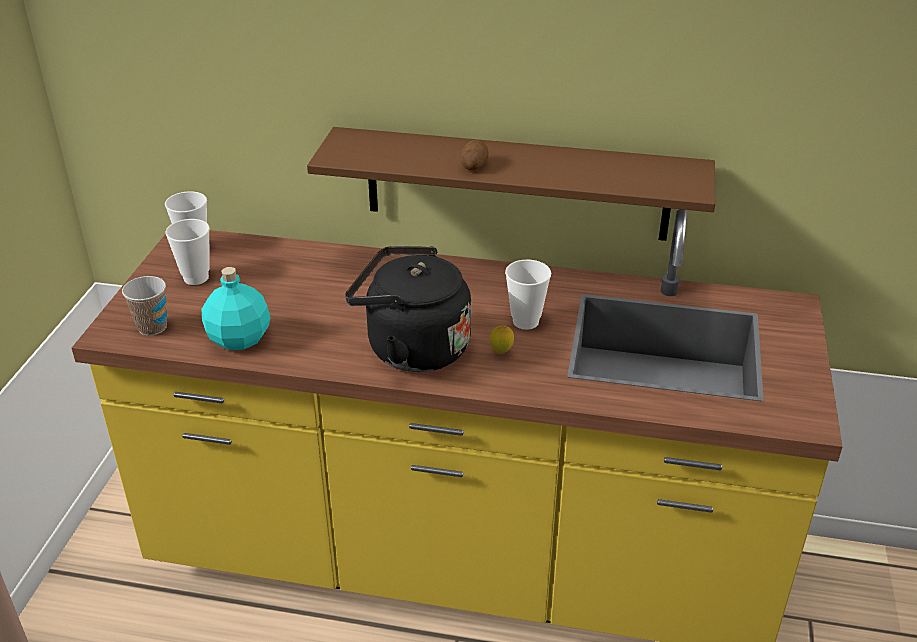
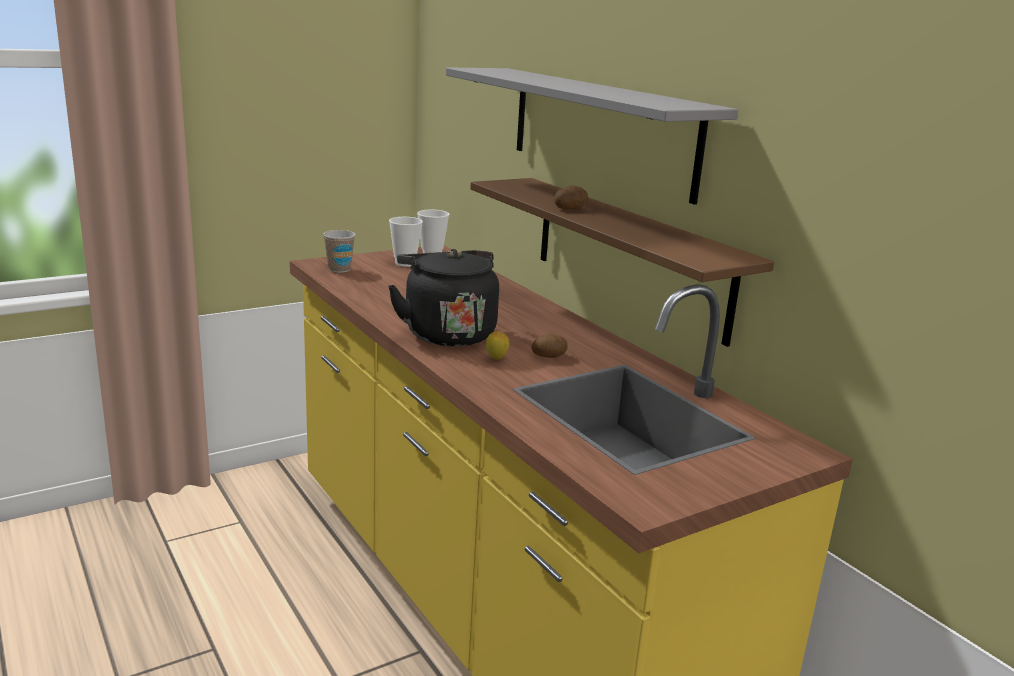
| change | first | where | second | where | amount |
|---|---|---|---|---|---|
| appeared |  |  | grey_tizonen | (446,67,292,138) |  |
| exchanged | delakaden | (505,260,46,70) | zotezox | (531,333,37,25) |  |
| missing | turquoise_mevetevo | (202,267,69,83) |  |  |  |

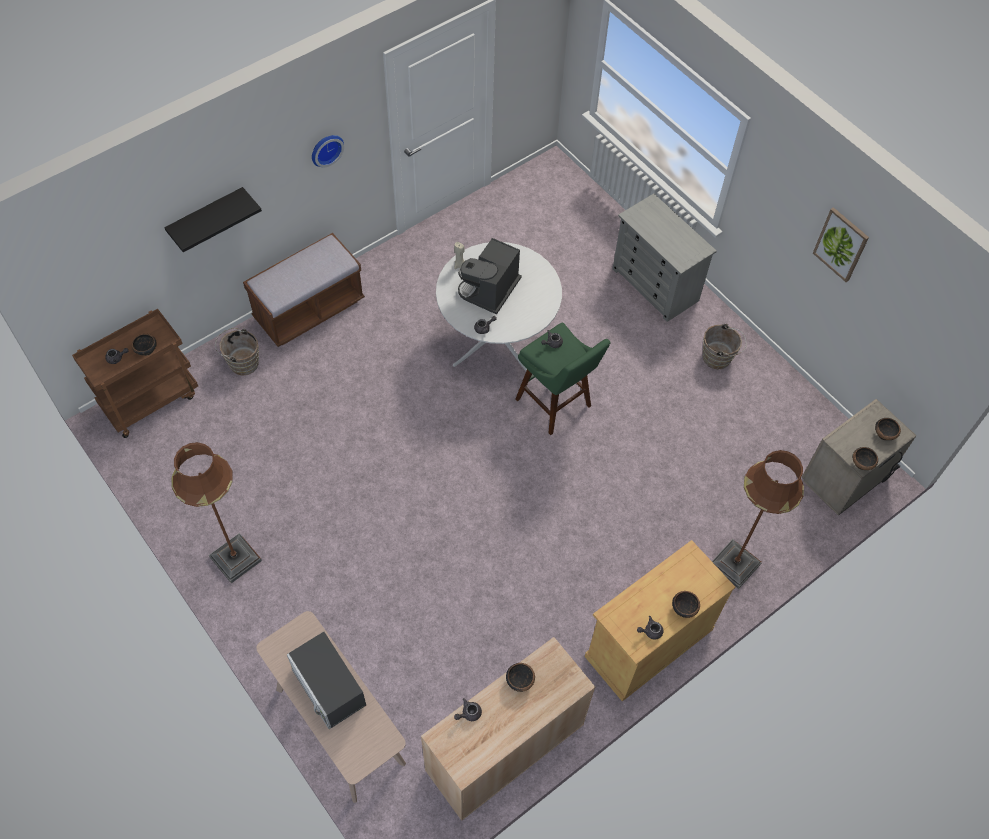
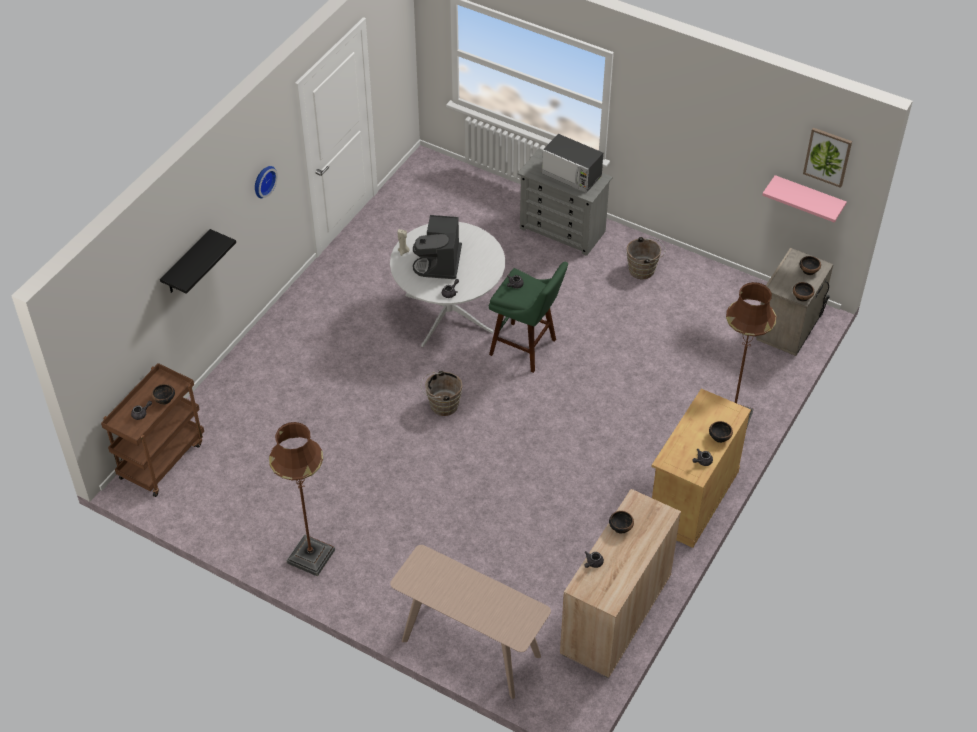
| change | first | where | second | where | amount |
|---|---|---|---|---|---|
| relocated | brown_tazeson | (215,328,44,48) |  | (421,370,42,46) |  |
| relocated | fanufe | (287,632,79,97) |  | (542,134,61,59) |  |
| appeared |  |  | pink_tizonen | (762,175,85,48) |  |
| relocated | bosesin | (813,207,56,75) |  | (803,128,49,60) |  |
| missing | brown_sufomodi | (243,233,122,114) |  |  |  |

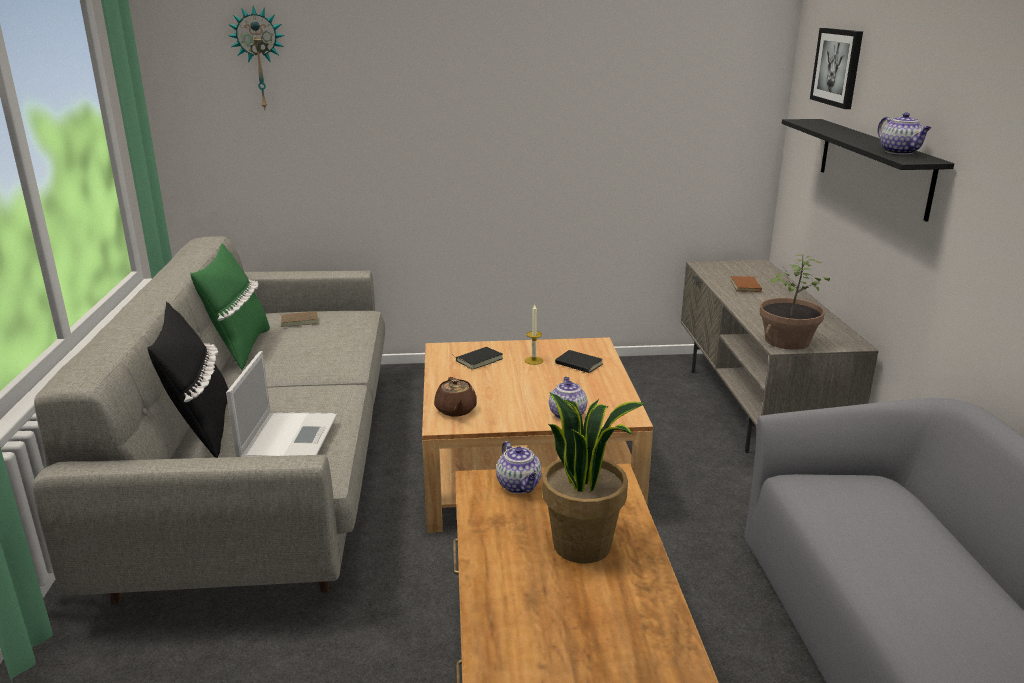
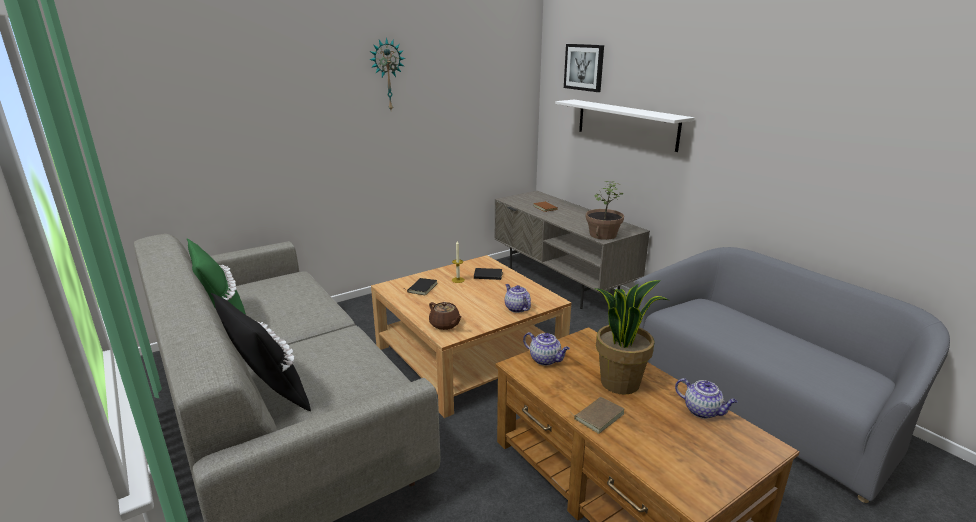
| change | first | where | second | where | amount |
|---|---|---|---|---|---|
| relocated | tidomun | (228,6,57,104) |  | (369,37,36,73) |  |
| colour | black_tizonen | (782,119,172,103) | white_tizonen | (555,100,139,52) |  |
| relocated | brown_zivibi | (279,311,39,16) |  | (568,397,56,37) |  |
| relocated | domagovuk | (878,112,53,43) |  | (675,378,63,41) |  |
| missing | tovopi | (226,351,111,106) |  |  |  |

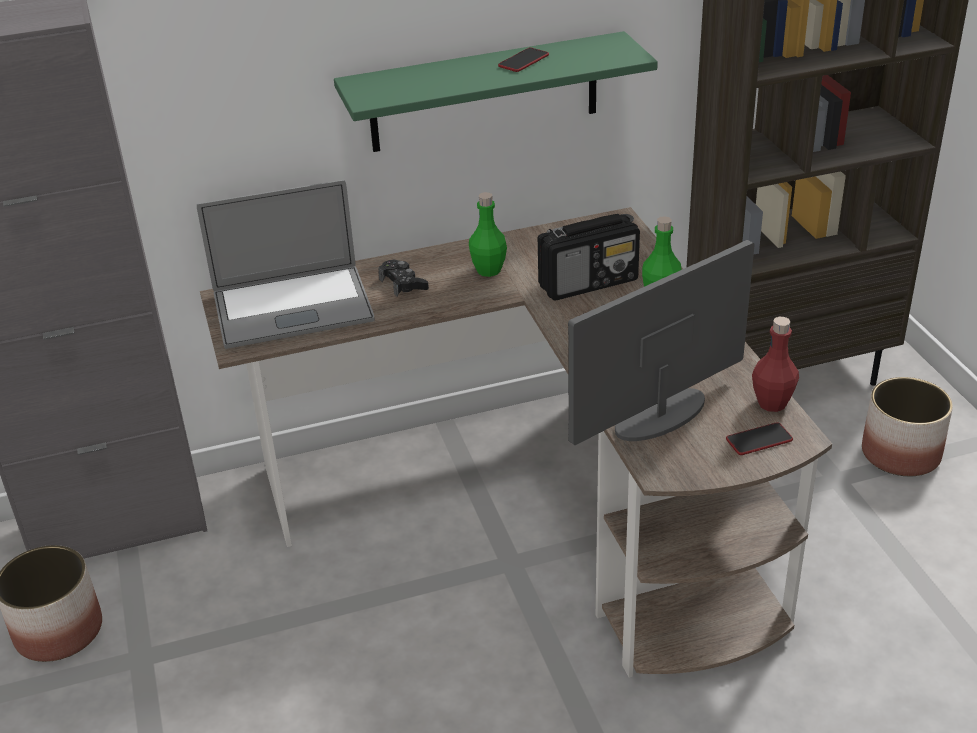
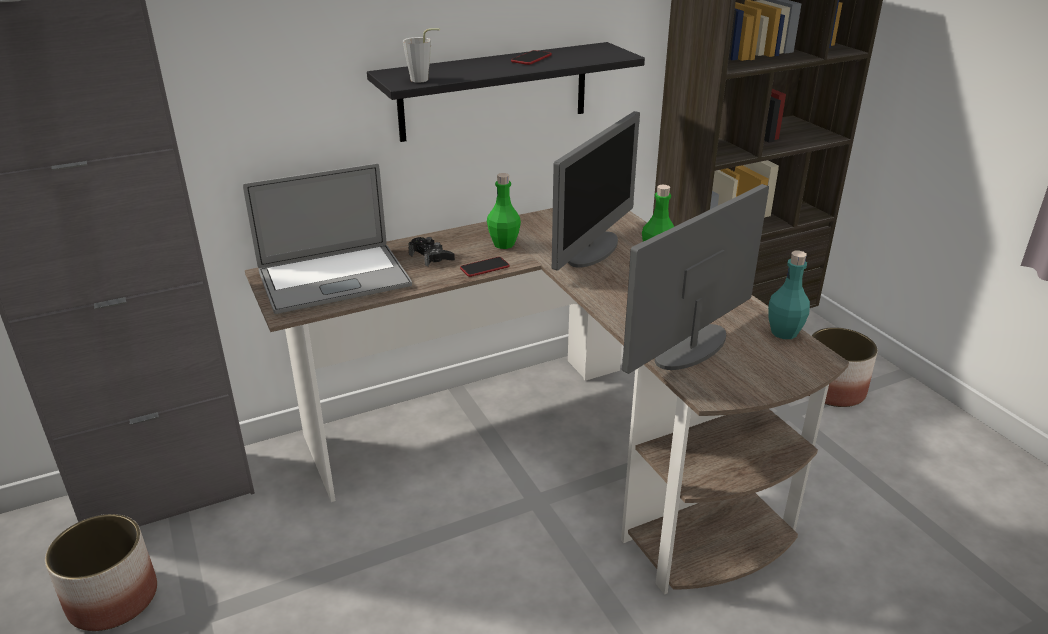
| change | first | where | second | where | amount |
|---|---|---|---|---|---|
| colour | green_tizonen | (334,31,324,121) | black_tizonen | (367,42,278,100) |  |
| appeared |  |  | grey_delakaden | (403,28,37,55) |  |
| relocated | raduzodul | (726,422,67,33) |  | (460,257,50,20) |  |
| exchanged | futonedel | (538,214,102,87) | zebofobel | (552,111,88,160) |  |
| colour | red_mevetevo | (752,317,47,95) | turquoise_mevetevo | (768,251,42,88) |  |

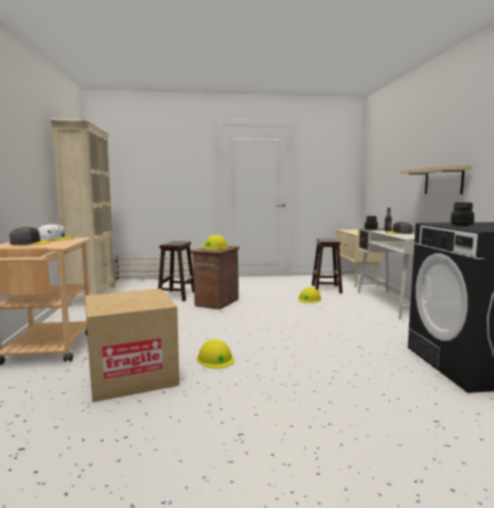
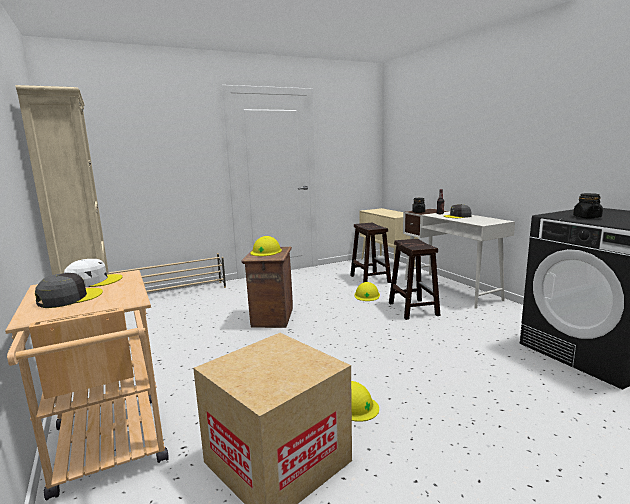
| change | first | where | second | where | amount |
|---|---|---|---|---|---|
| relocated | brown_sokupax | (158,241,36,60) |  | (389,239,52,81) |  |
| missing | beige_tizonen | (400,165,72,29) |  |  |  |

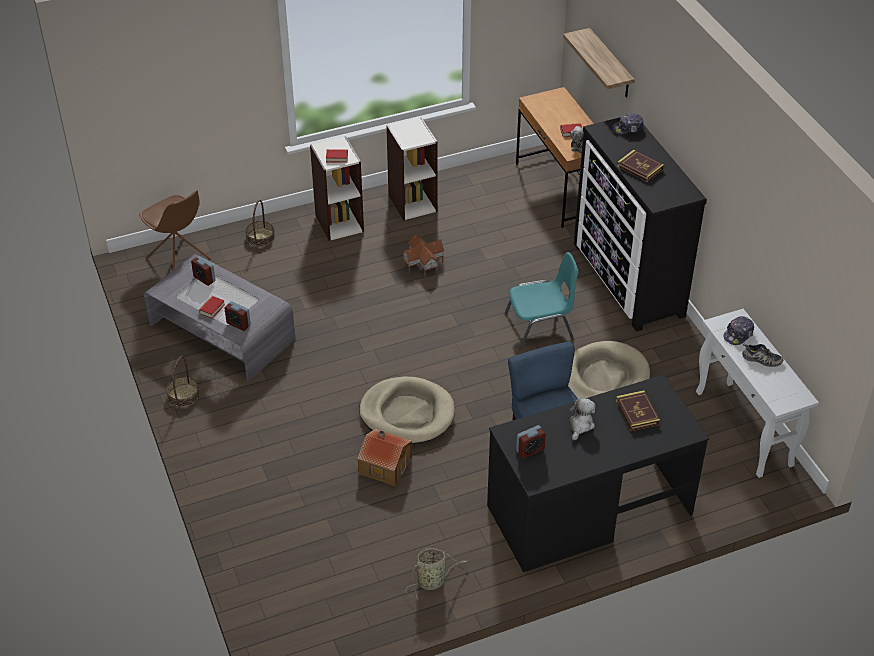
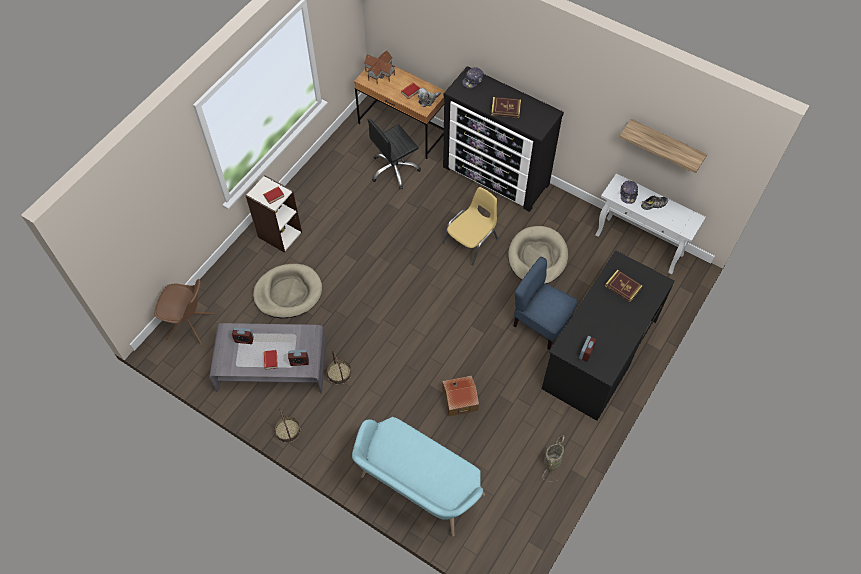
| change | first | where | second | where | amount |
|---|---|---|---|---|---|
| relocated | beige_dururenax | (359,377,96,67) |  | (253,264,69,54) |  |
| relocated | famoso | (245,200,30,47) |  | (326,351,26,34) |  |
| appeared |  |  | turquoise_sufomodi | (352,417,133,119) |  |
| relocated | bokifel | (402,234,43,43) |  | (364,51,31,33) |  |
| appeared |  |  | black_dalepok | (367,119,54,71) |  |
| colour | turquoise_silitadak | (504,252,75,98) | yellow_silitadak | (442,187,56,79) |  |
| relocated | tizonen | (563,28,72,69) |  | (619,119,88,54) |  |
| missing | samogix | (386,117,51,104) |  |  |  |
| missing | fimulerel | (569,398,26,42) |  |  |  |

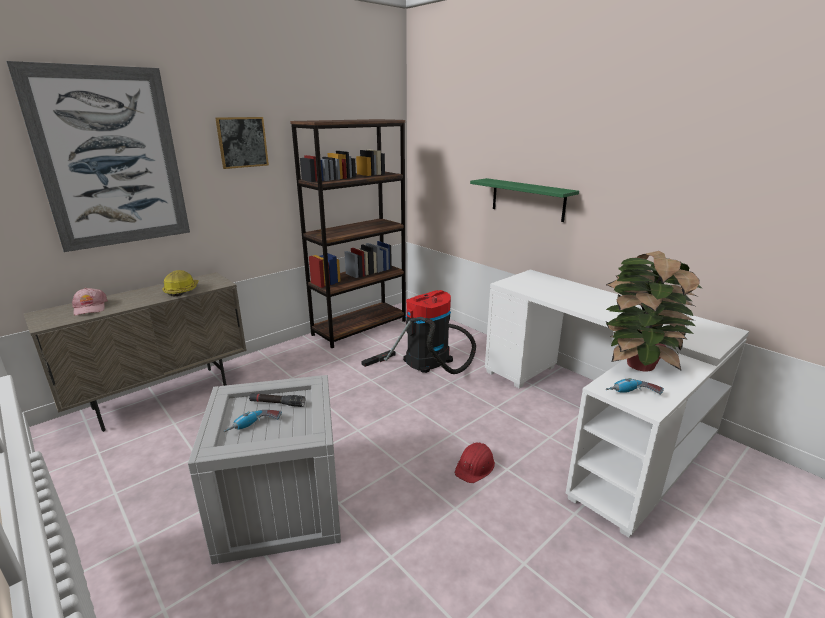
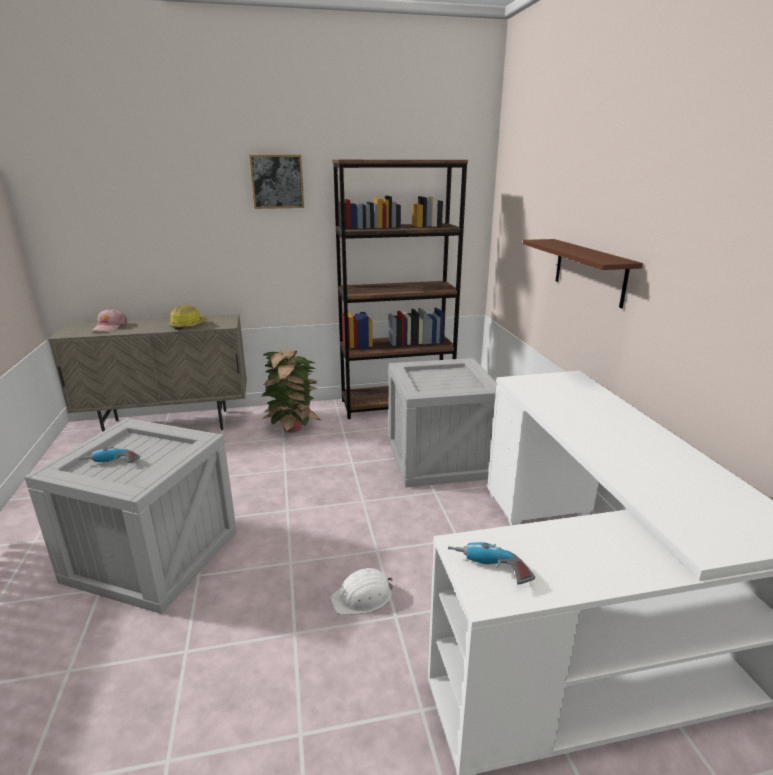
| change | first | where | second | where | amount |
|---|---|---|---|---|---|
| relocated | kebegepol | (606,251,96,120) |  | (262,350,58,83) |  |
| colour | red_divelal | (455,443,40,40) | white_divelal | (330,568,63,47) |  |
| exchanged | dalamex | (361,290,115,84) | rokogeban | (389,358,109,129) |  |
| colour | green_tizonen | (470,178,109,44) | brown_tizonen | (523,239,120,69) |  |
| missing | bosesin | (6,61,184,191) |  |  |  |
| missing | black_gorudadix | (249,393,56,14) |  |  |  |

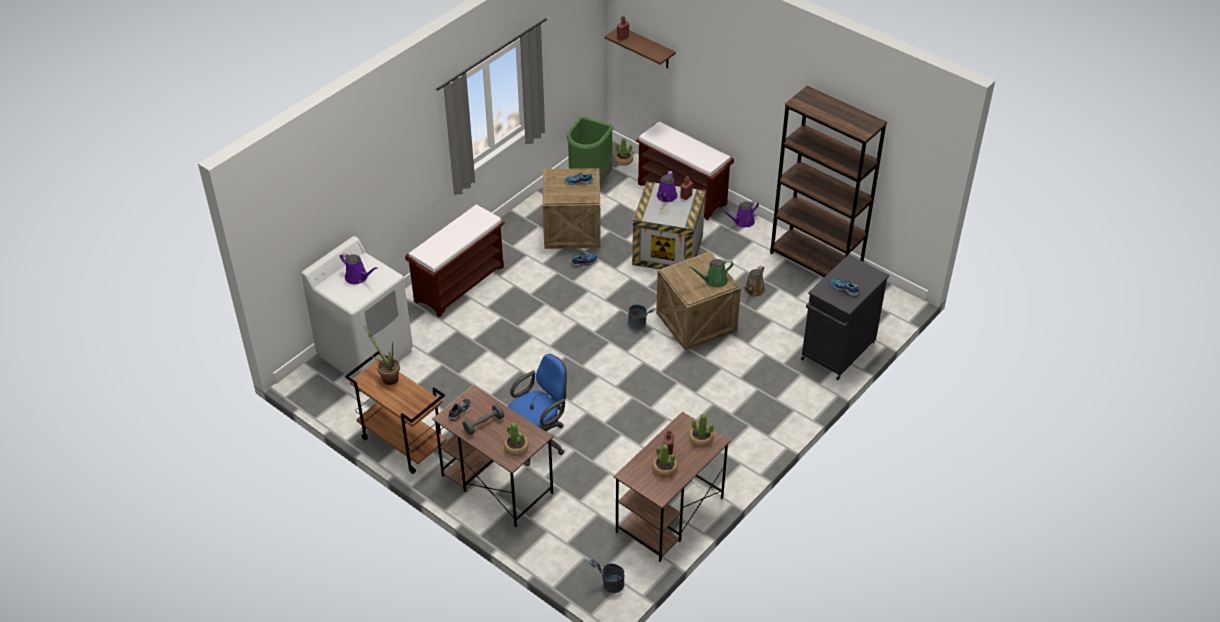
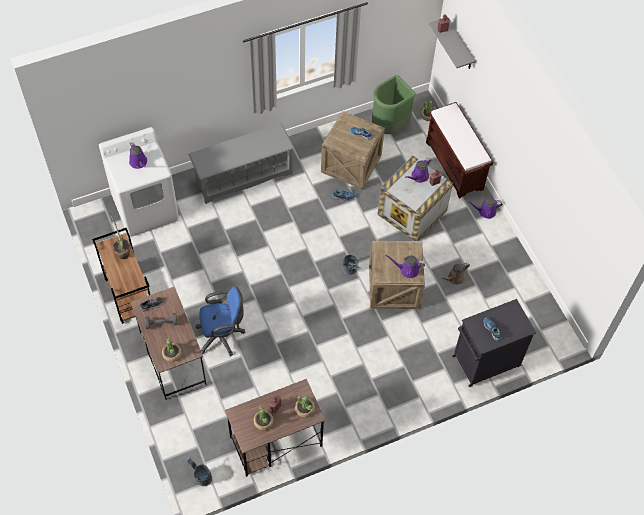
| change | first | where | second | where | amount |
|---|---|---|---|---|---|
| exchanged | brown_sufomodi | (405,204,100,113) | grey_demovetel | (188,123,106,81) |  |
| colour | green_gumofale | (688,259,45,29) | purple_gumofale | (385,254,40,24) |  |
| colour | brown_tizonen | (604,28,72,40) | grey_tizonen | (429,20,47,49) |  |
| missing | brown_samogix | (770,86,117,191) |  |  |  |

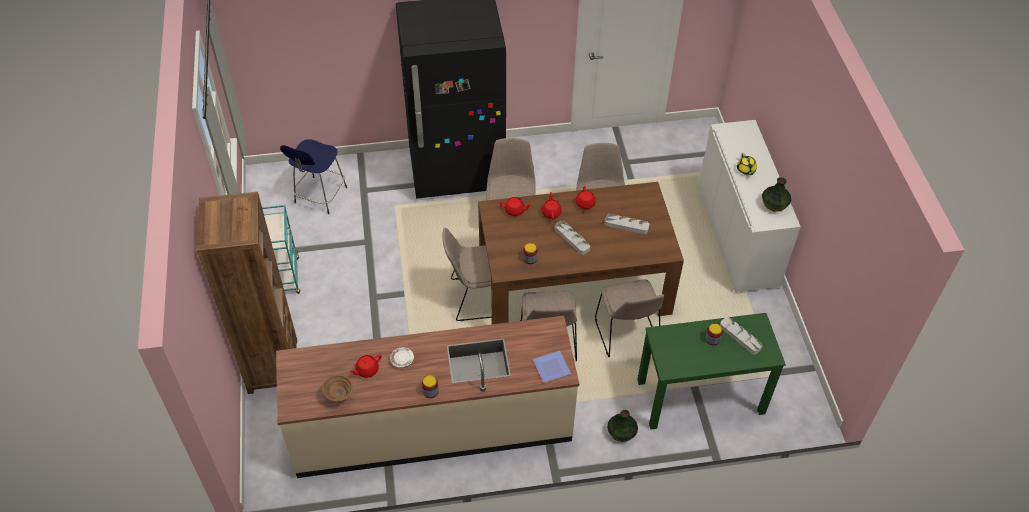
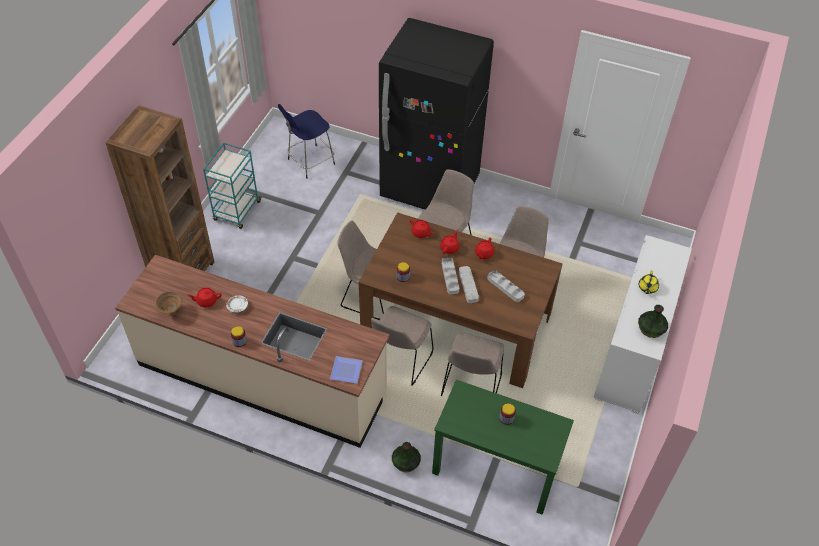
| change | first | where | second | where | amount |
|---|---|---|---|---|---|
| relocated | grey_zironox | (720,317,43,38) |  | (459,266,20,37) |  |

